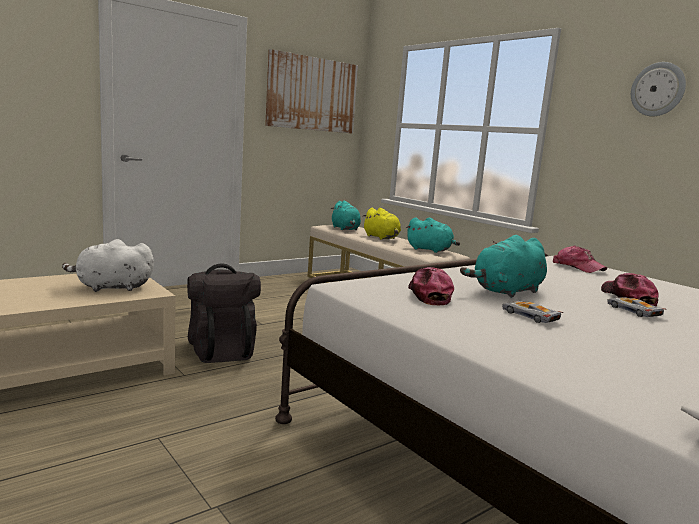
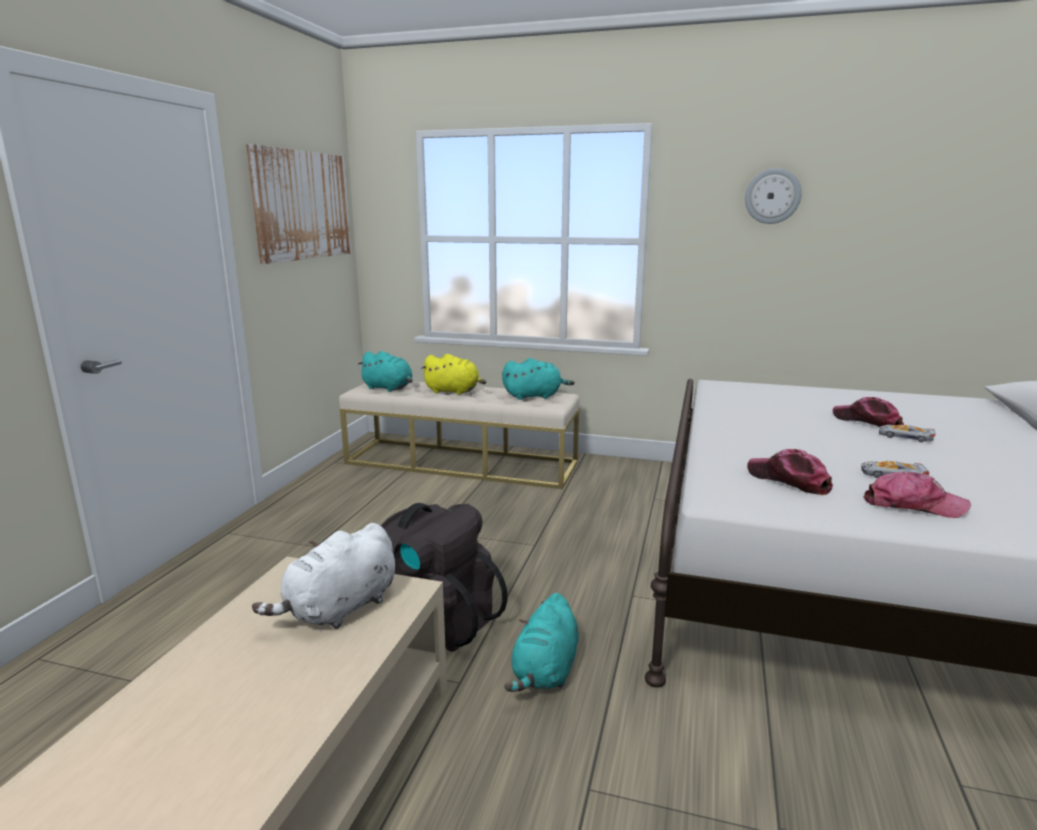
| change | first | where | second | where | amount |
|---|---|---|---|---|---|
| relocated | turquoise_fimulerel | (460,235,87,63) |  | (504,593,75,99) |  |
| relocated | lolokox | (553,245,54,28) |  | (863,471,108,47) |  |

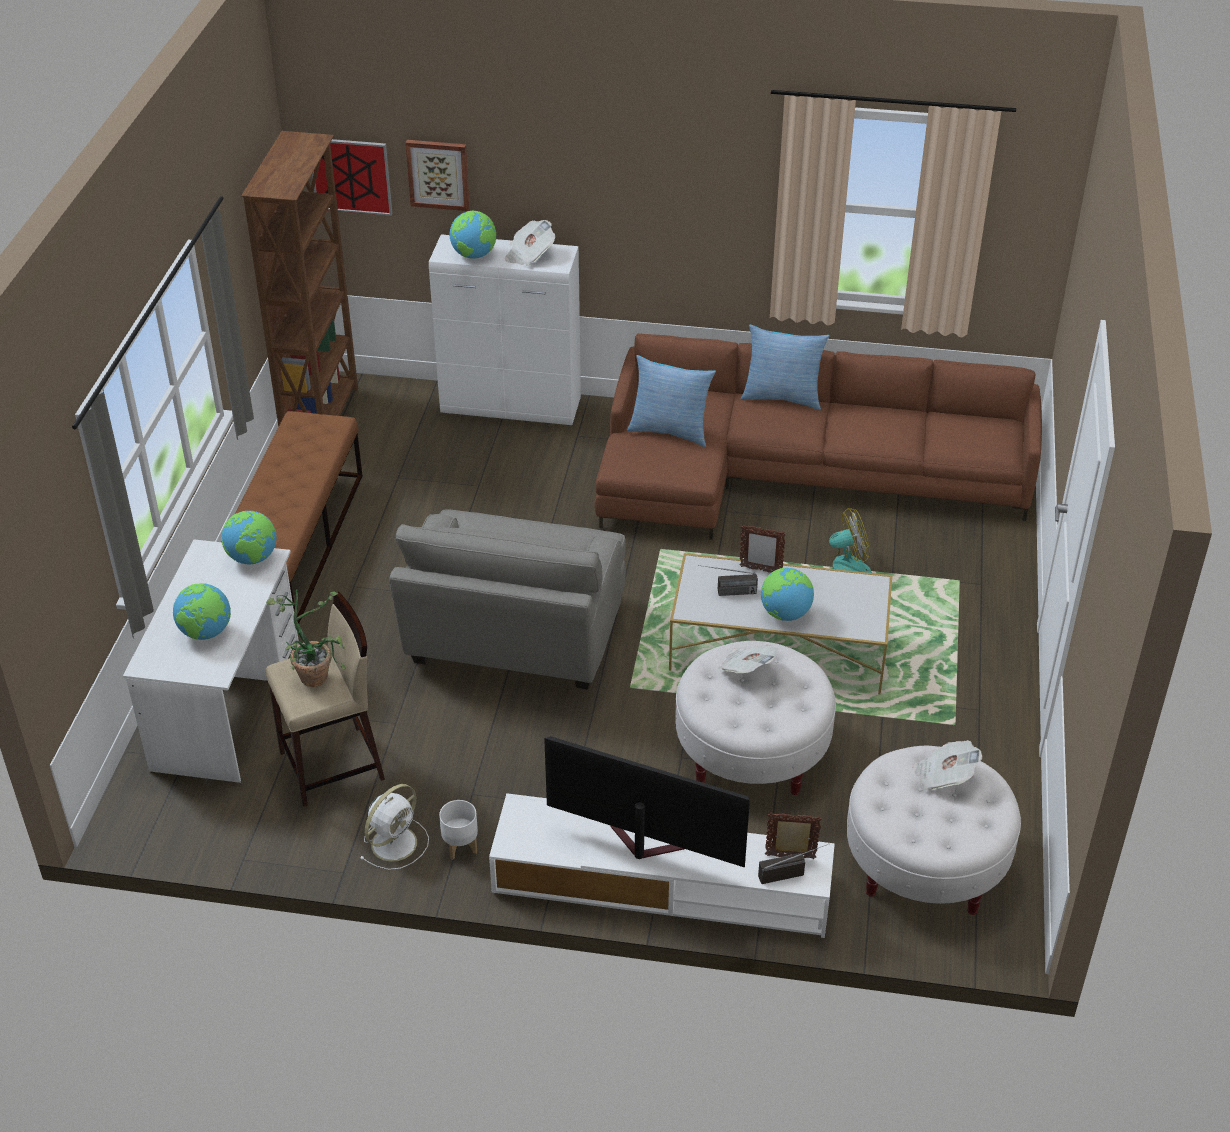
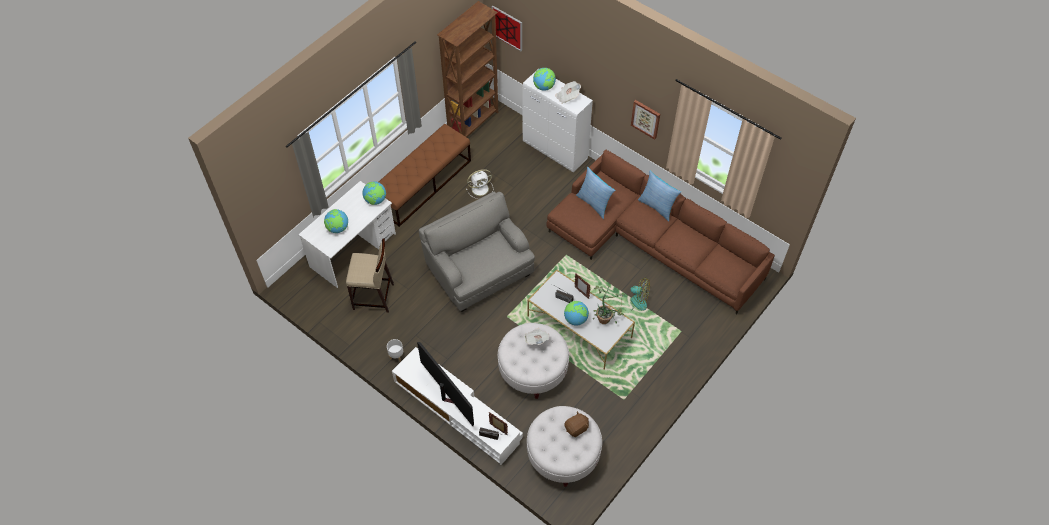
| change | first | where | second | where | amount |
|---|---|---|---|---|---|
| spun | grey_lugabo | (390,509,236,181) |  | (419,192,116,120) | 105 degrees clockwise |
| relocated | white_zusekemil | (359,784,70,86) |  | (466,169,27,30) |  |
| exchanged | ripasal | (912,740,70,50) | brown_fimulerel | (564,411,25,26) |  |
| relocated | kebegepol | (266,589,80,98) |  | (593,286,32,38) |  |
| relocated | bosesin | (405,140,65,71) |  | (631,100,29,40) |  |

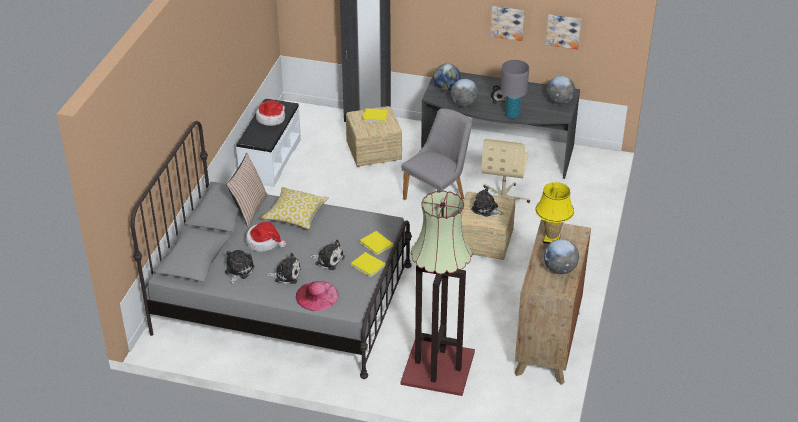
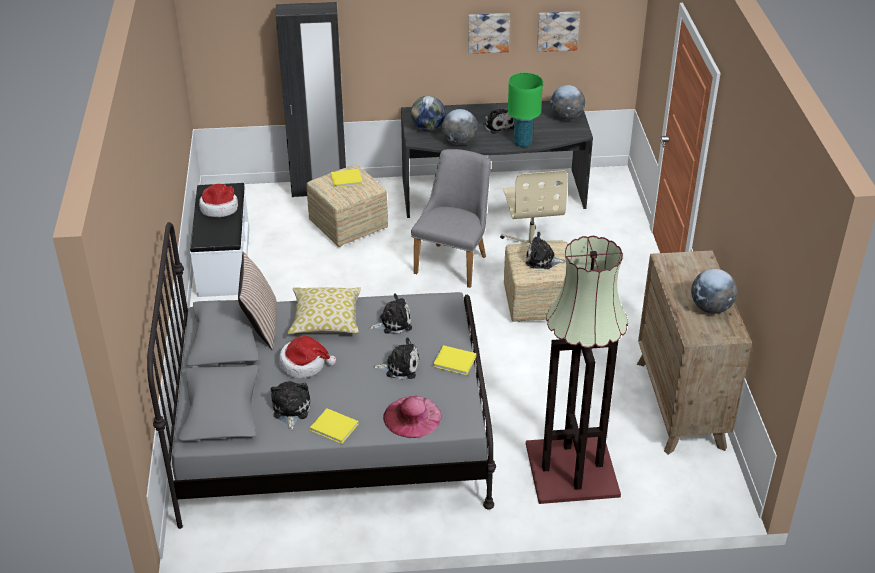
| change | first | where | second | where | amount |
|---|---|---|---|---|---|
| relocated | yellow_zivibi | (360,231,33,24) |  | (310,408,49,36) |  |
| relocated | fimulerel | (266,253,35,32) |  | (369,294,43,40) |  |
| colour | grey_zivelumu | (501,60,28,59) | green_zivelumu | (508,73,35,74) |  |
| missing | yellow_zivelumu | (535,182,39,62) |  |  |  |

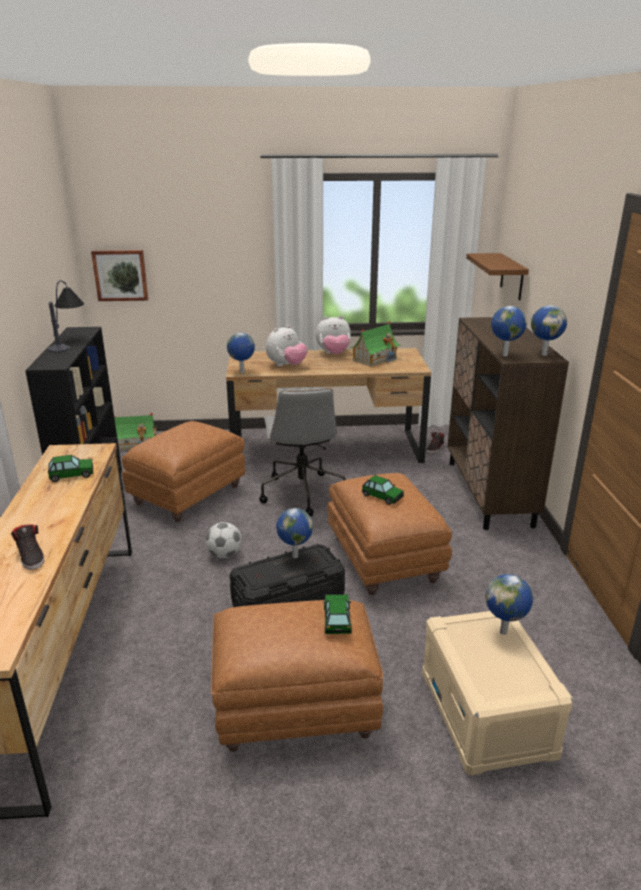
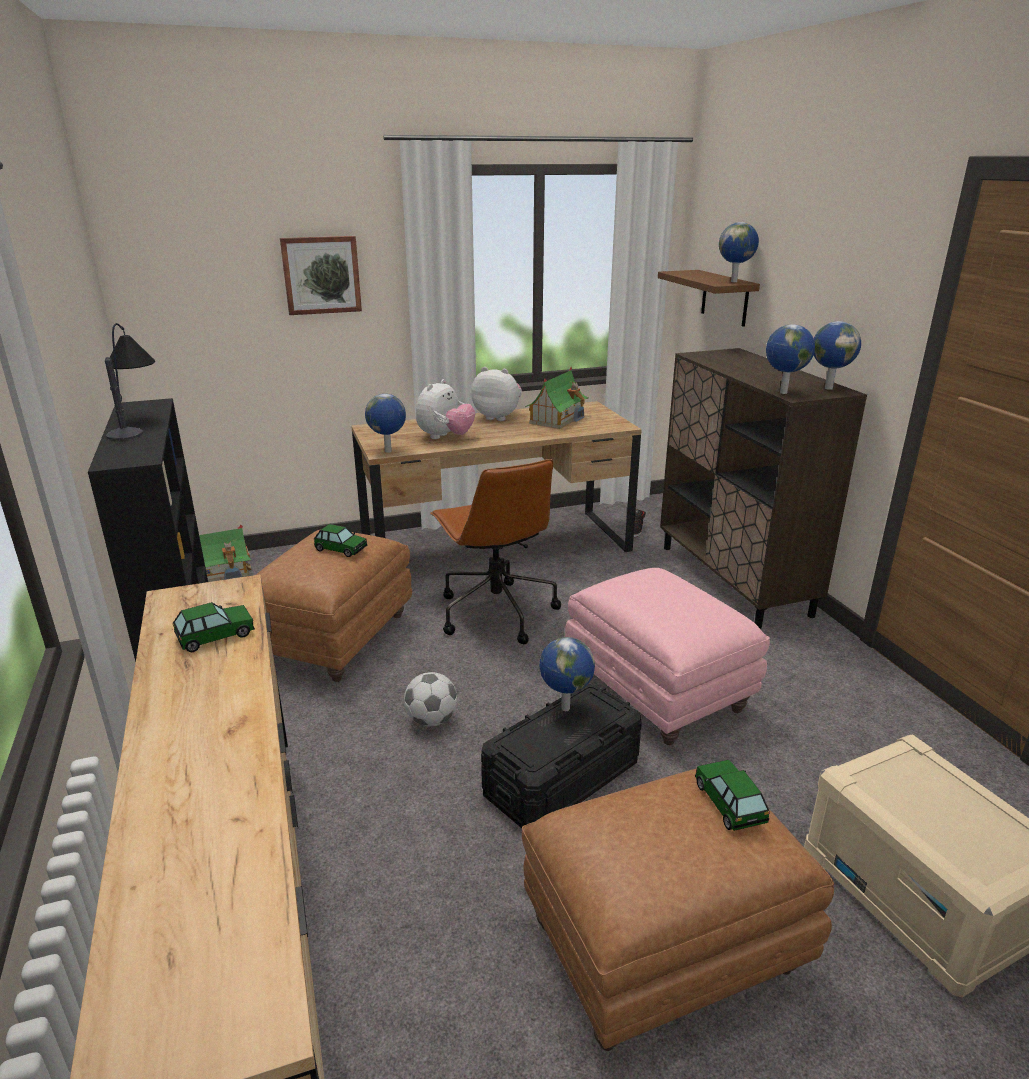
| change | first | where | second | where | amount |
|---|---|---|---|---|---|
| relocated | bosesin | (91,250,57,51) |  | (280,236,82,79) |  |
| relocated | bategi | (362,475,42,30) |  | (314,524,53,33) |  |
| colour | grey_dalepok | (259,388,87,128) | brown_dalepok | (430,459,131,185) |  |
| spun | fimulerel | (316,316,35,38) |  | (471,367,51,54) | 135 degrees counterclockwise |
| colour | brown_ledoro | (328,473,124,122) | pink_ledoro | (565,568,205,177) |  |
| relocated | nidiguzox | (485,574,48,61) |  | (719,222,40,60) |  |
| missing | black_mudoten | (11,524,33,46) |  |  |  |

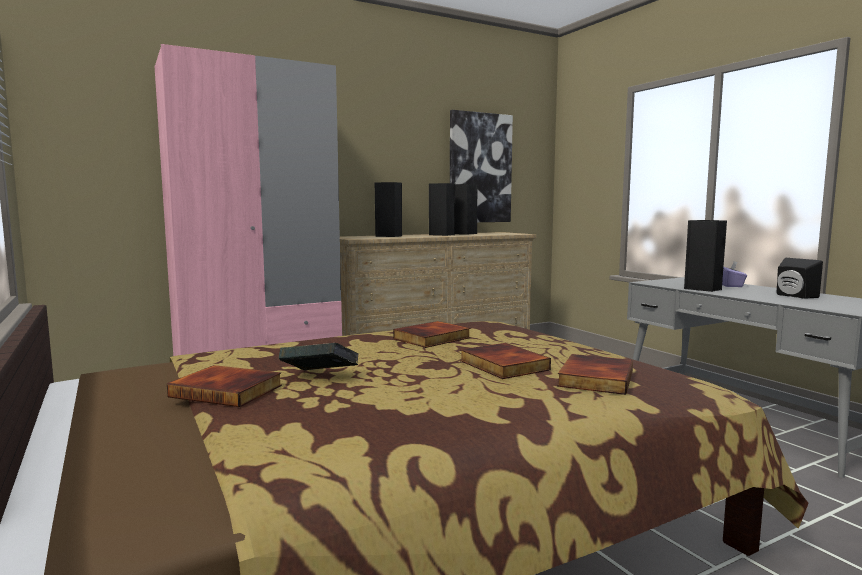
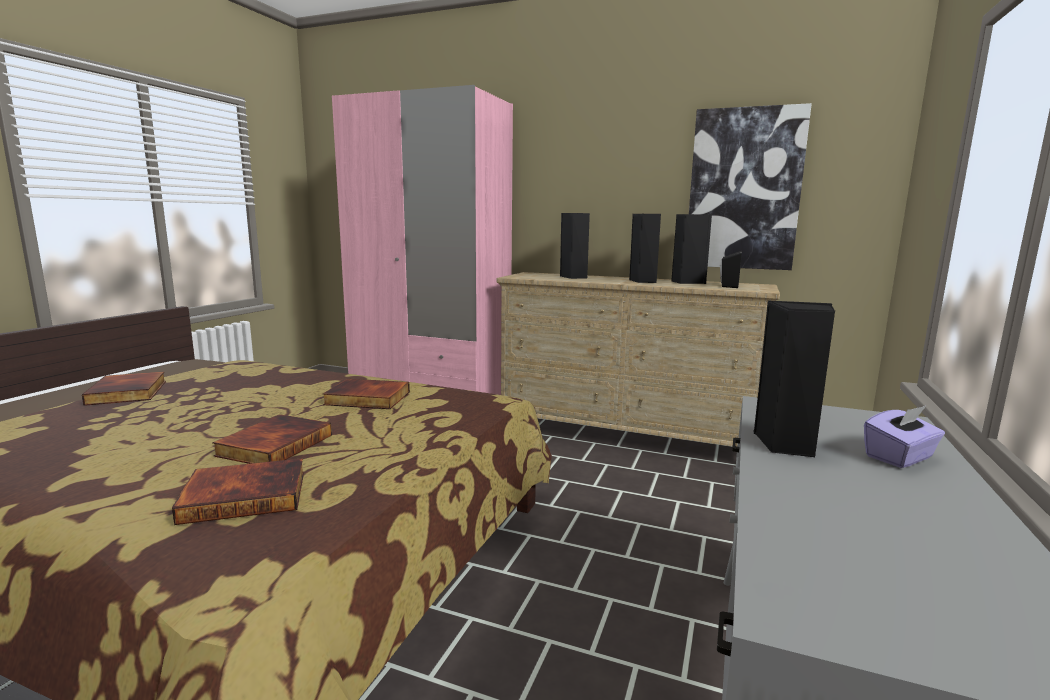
| change | first | where | second | where | amount |
|---|---|---|---|---|---|
| relocated | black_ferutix | (776,258,47,41) |  | (720,251,22,37) |  |
| missing | zivibi | (279,343,79,28) |  |  |  |

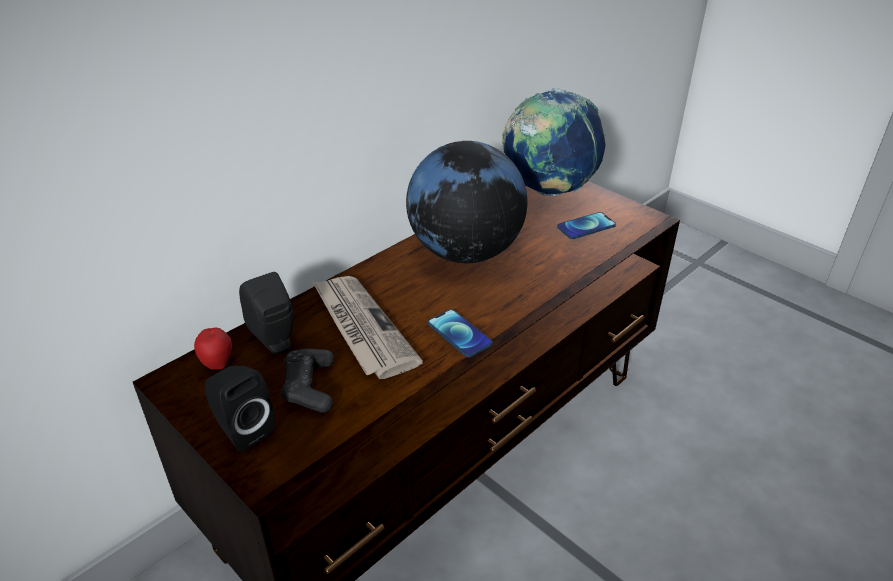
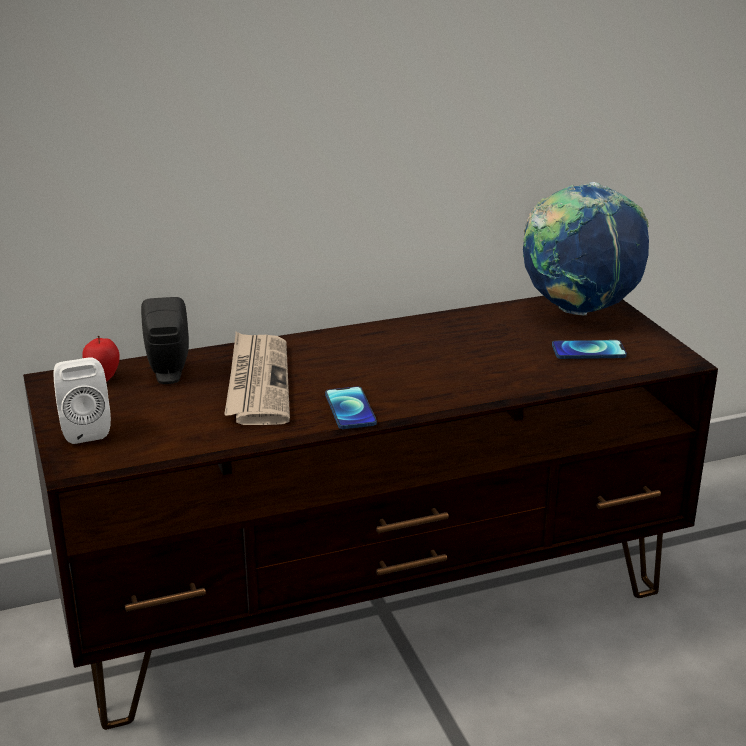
| change | first | where | second | where | amount |
|---|---|---|---|---|---|
| colour | black_ferutix | (205,366,70,86) | white_ferutix | (54,357,57,87) |  |
| missing | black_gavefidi | (281,349,53,64) |  |  |  |
| missing | nidiguzox | (406,141,122,122) |  |  |  |

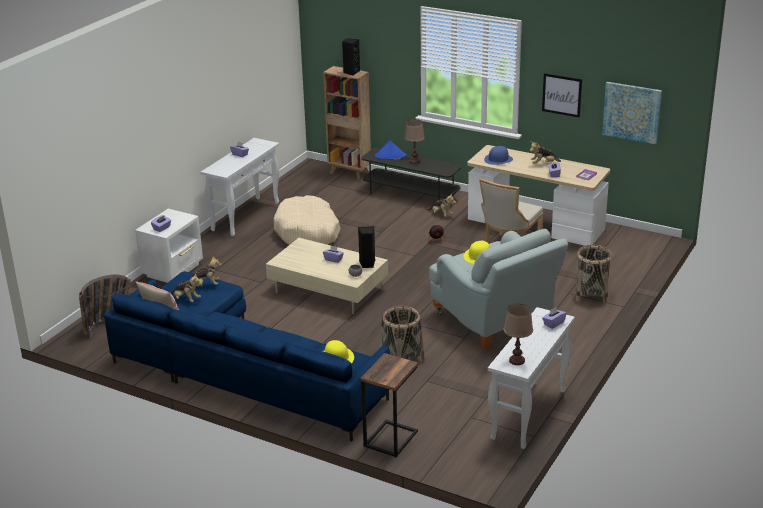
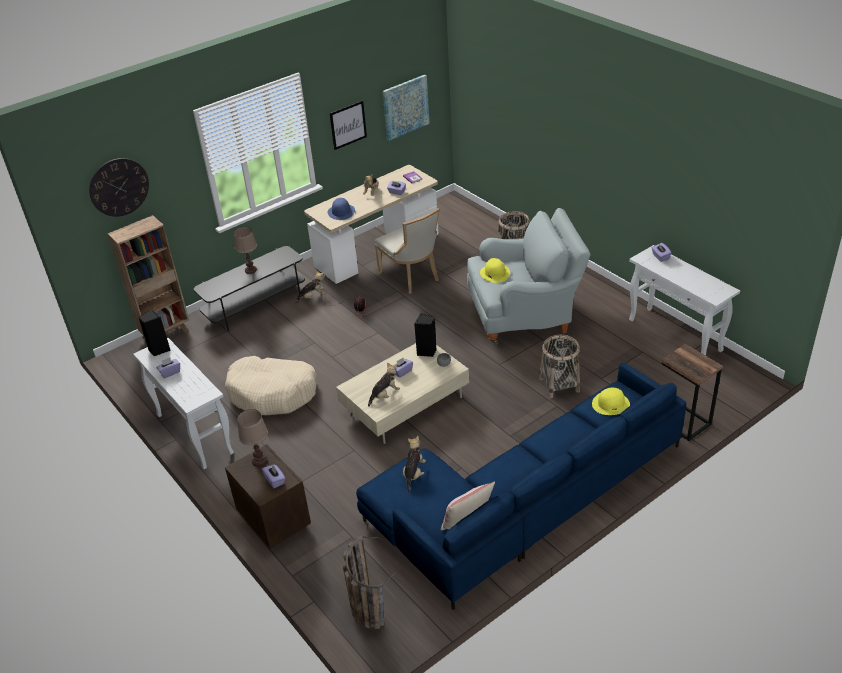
| change | first | where | second | where | amount |
|---|---|---|---|---|---|
| appeared |  |  | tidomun | (89,158,60,59) |  |
| relocated | black_ferutix | (342,38,18,38) |  | (138,309,33,47) |  |
| colour | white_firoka | (135,209,68,74) | brown_firoka | (225,444,86,104) |  |
| relocated | brown_zivelumu | (504,303,29,62) |  | (237,409,31,58) |  |
| relocated | fimulerel | (170,273,33,29) |  | (368,363,32,44) |  |
| missing | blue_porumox | (375,140,32,20) |  |  |  |

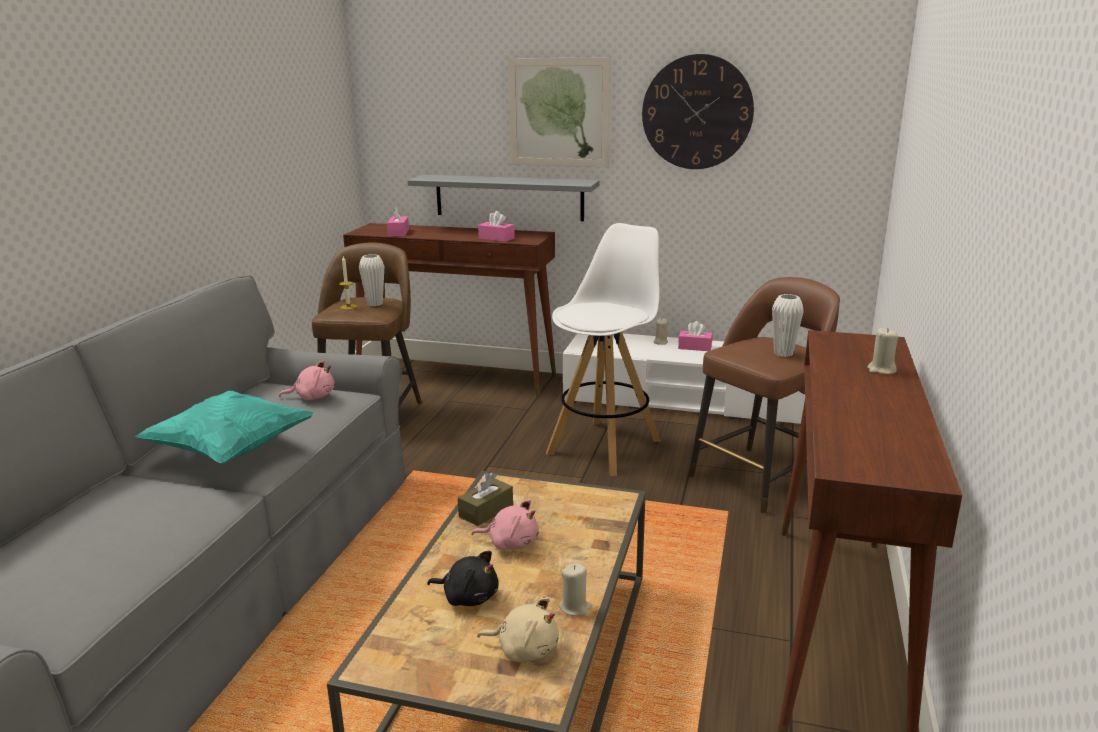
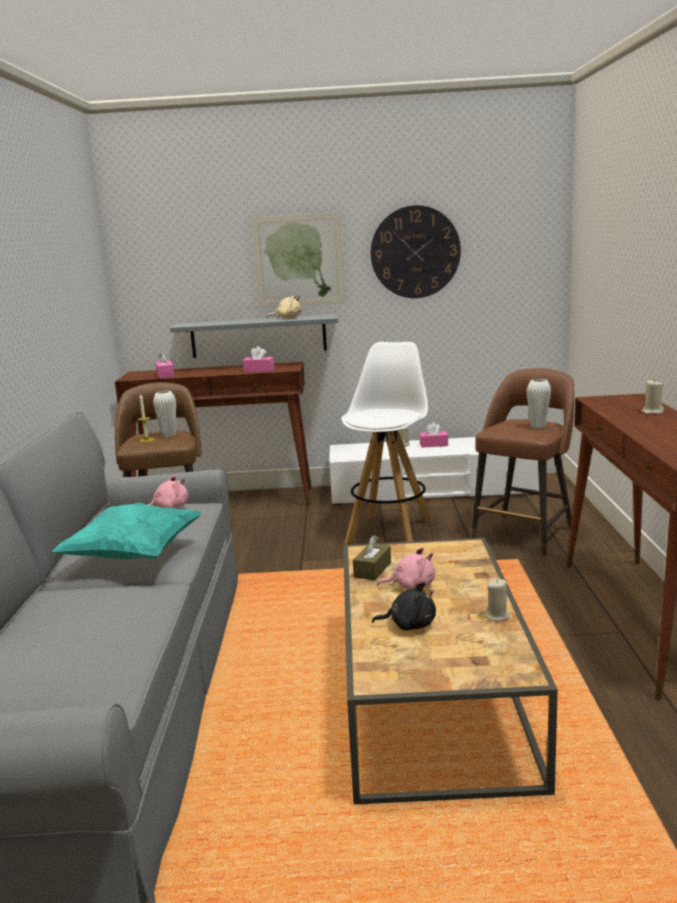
| change | first | where | second | where | amount |
|---|---|---|---|---|---|
| relocated | beige_fimulerel | (477,597,82,64) |  | (267,295,35,24) |  |

